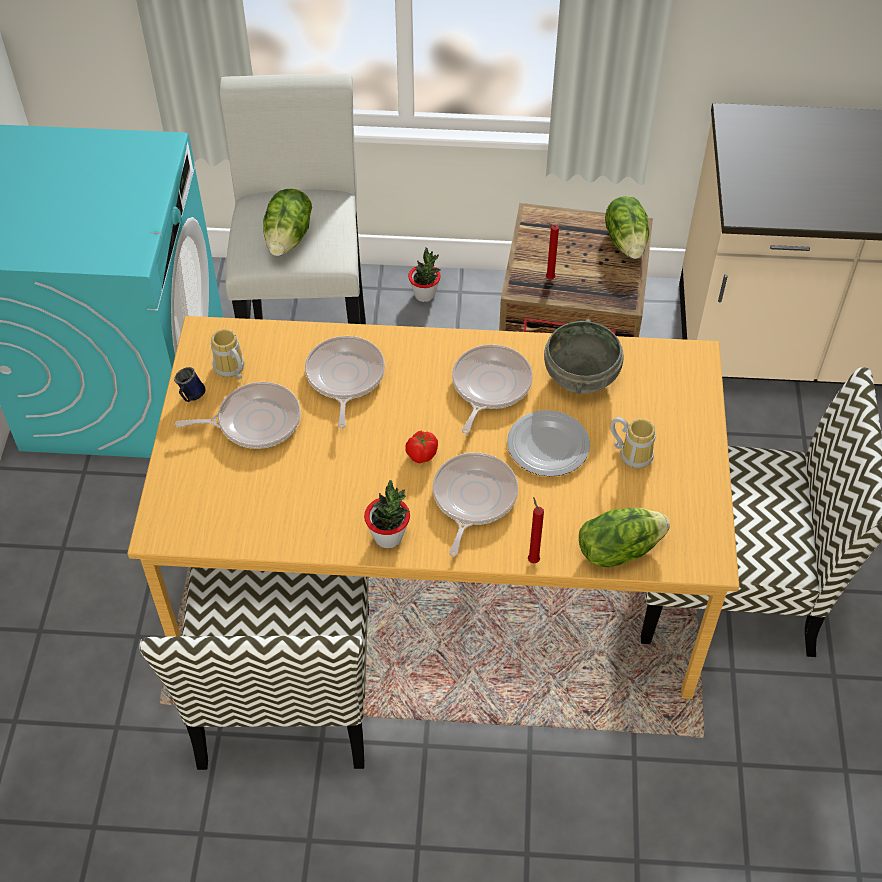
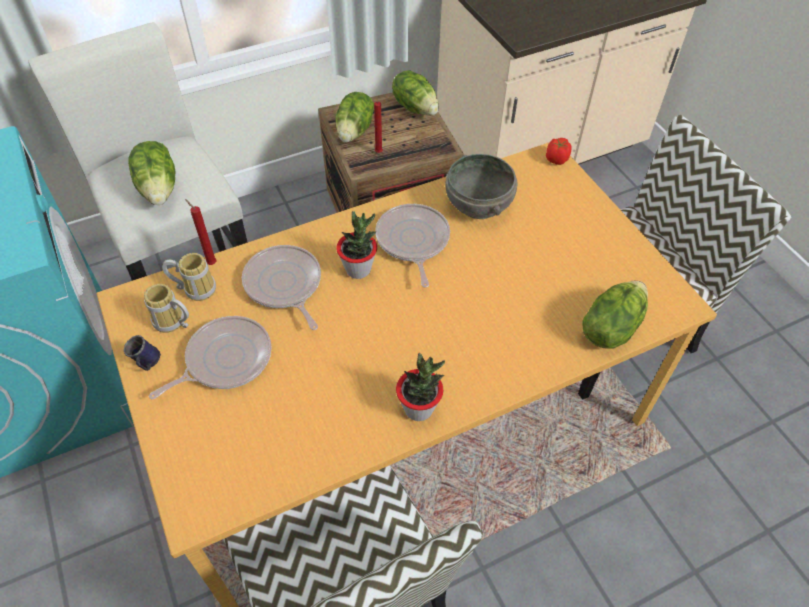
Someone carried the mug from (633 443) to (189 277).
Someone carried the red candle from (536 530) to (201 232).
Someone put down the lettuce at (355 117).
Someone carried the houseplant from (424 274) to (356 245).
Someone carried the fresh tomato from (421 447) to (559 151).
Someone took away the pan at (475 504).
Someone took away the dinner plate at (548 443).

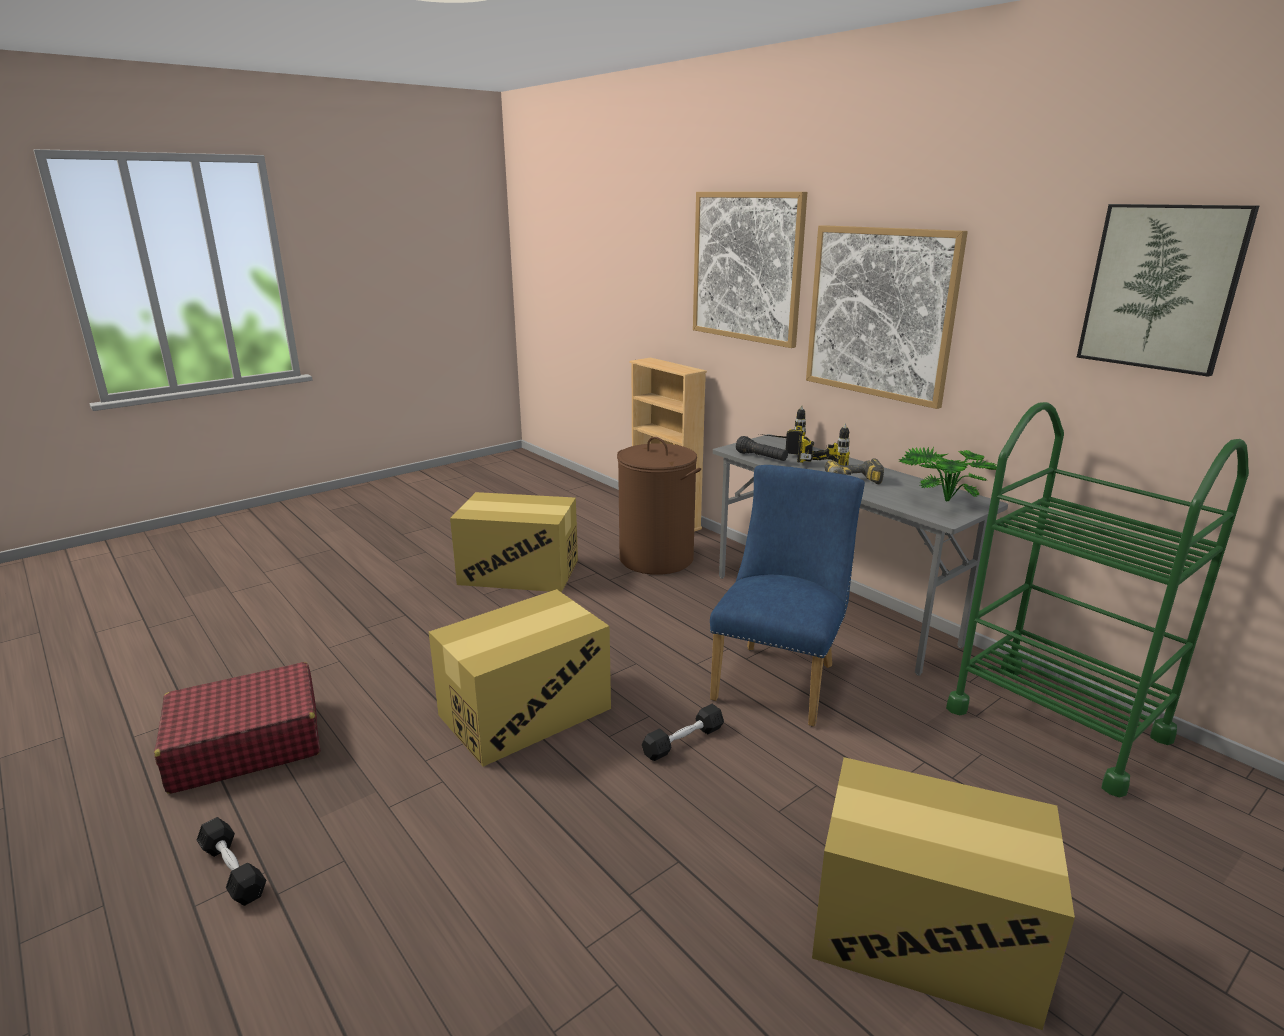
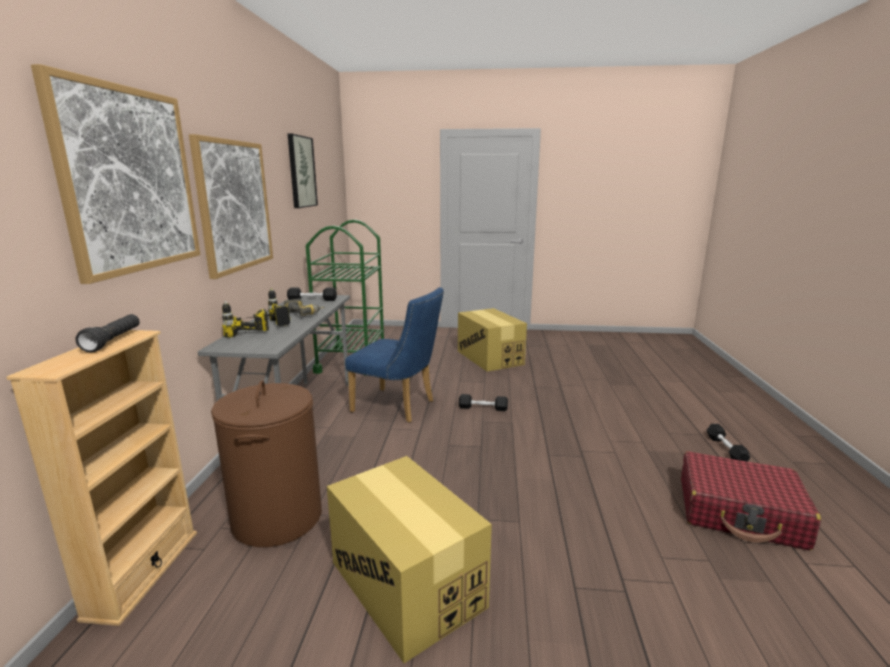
Someone carried the black flashlight from (762 448) to (107 333).
Someone swapped the houseplant at (948 473) for the black free weight at (312 294).
Someone rotated the bluish upright chair at (787 596) by 135 degrees counterclockwise.
Someone took away the cardboard box at (520 678).

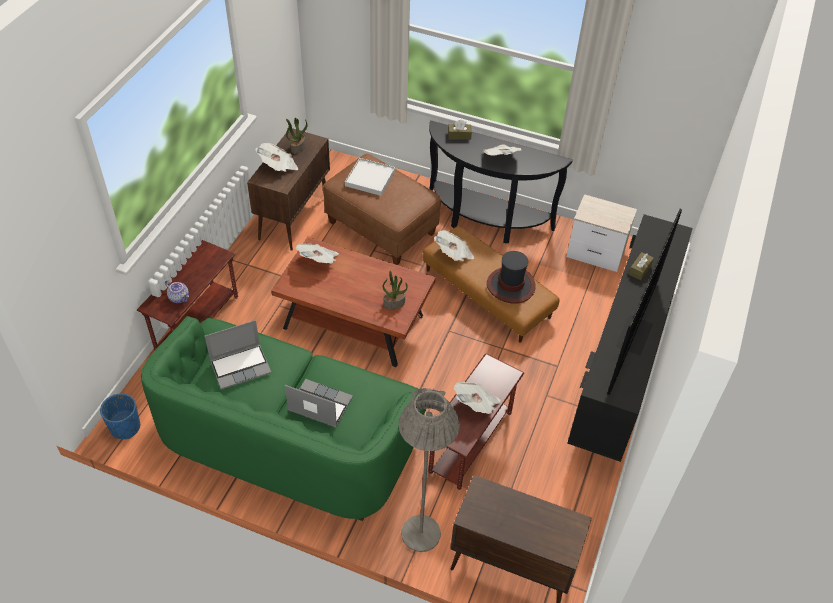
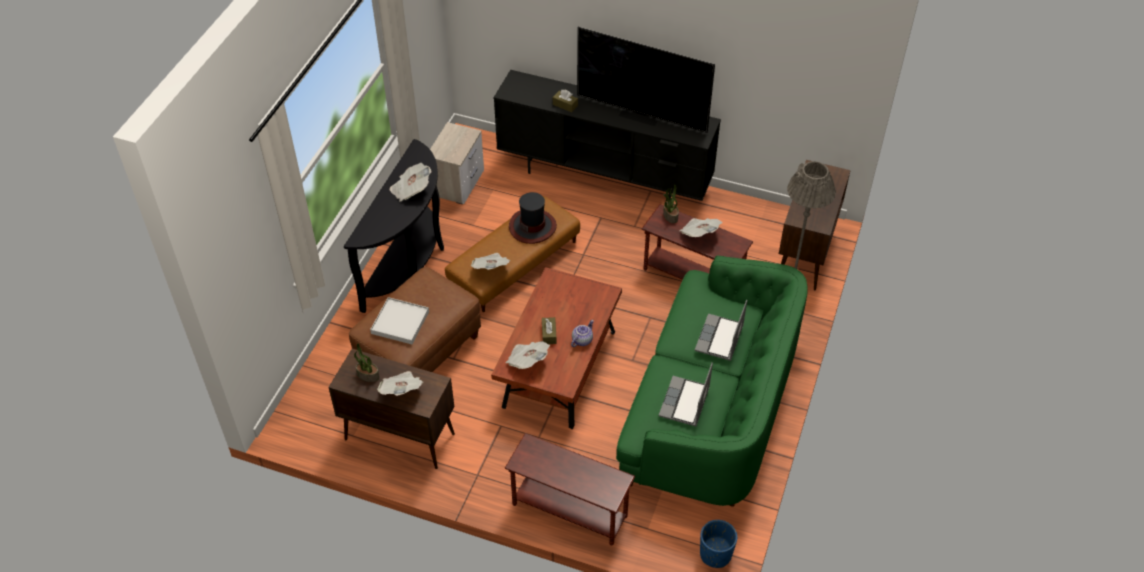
Someone carried the brown tissue box from (460 130) to (549 330).
Someone carried the pot for tea from (177 291) to (582 333).
Someone rotated the notebook computer at (238 355) by 135 degrees counterclockwise.
Someone carried the houseplant from (395 290) to (671 204).

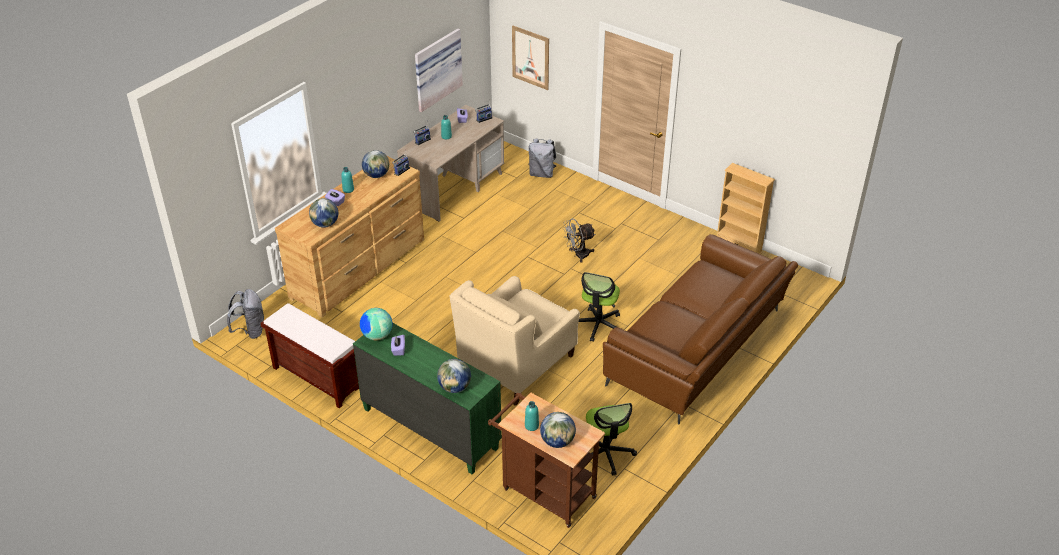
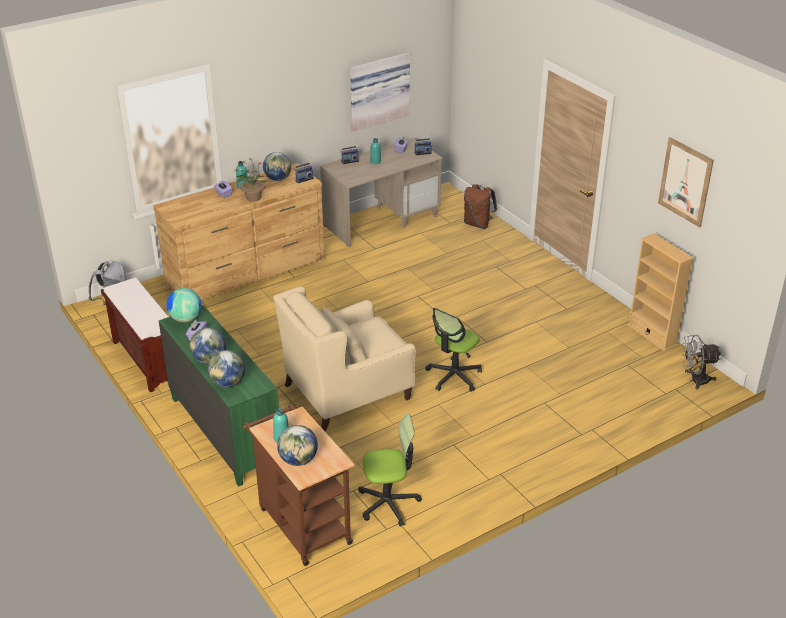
Someone carried the world globe from (323 213) to (208 346).
Someone put down the houseplant at (251 180).
Someone rotated the computer chair at (611 439) by 105 degrees counterclockwise.
Someone repainted the greyish knapsack at (542 158), which became the brown knapsack at (480 206).
Someone carried the wall art from (530 58) to (686 182).
Someone carried the greyish electric fan from (578 240) to (701 361).
Someone took away the brown couch at (700 329).

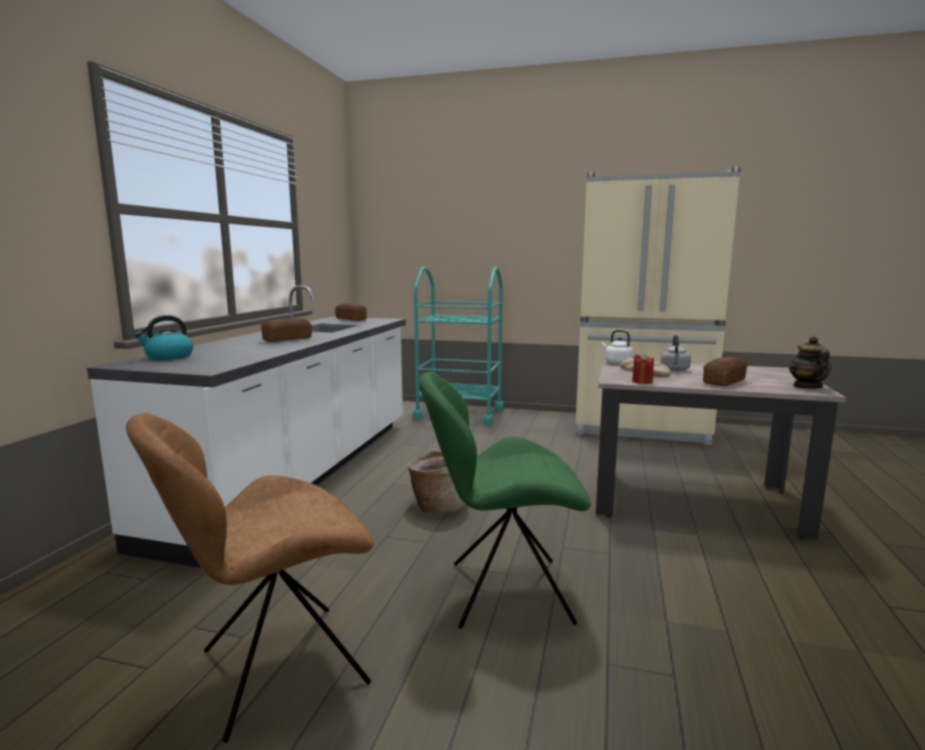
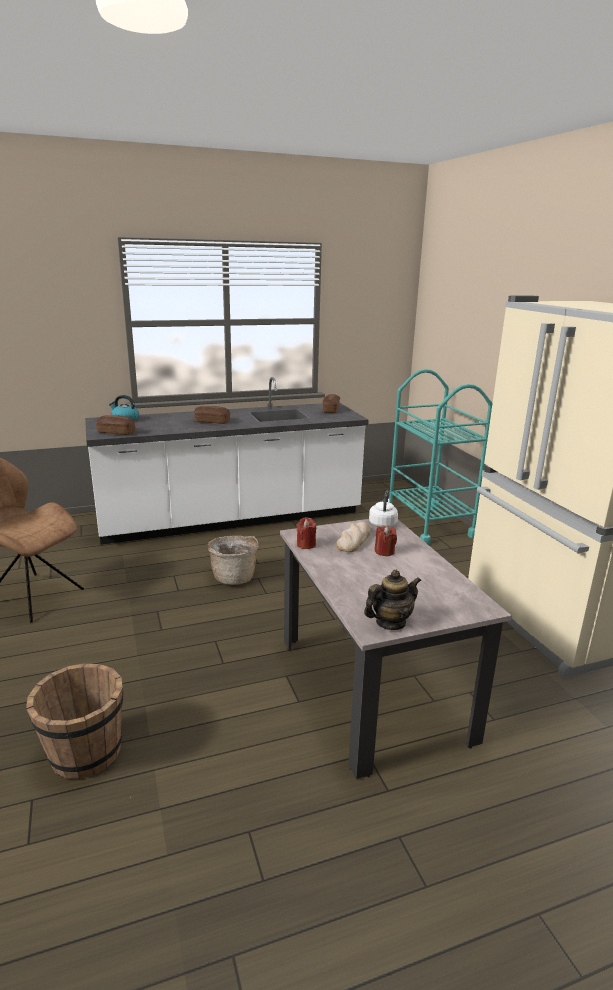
Someone put down the brown pail at (74 721).
Someone carried the bread from (725 371) to (115 425).
Someone swapped the greyish tea kettle at (675 352) for the red candle at (386 541).
Someone took away the green upright chair at (505 500).

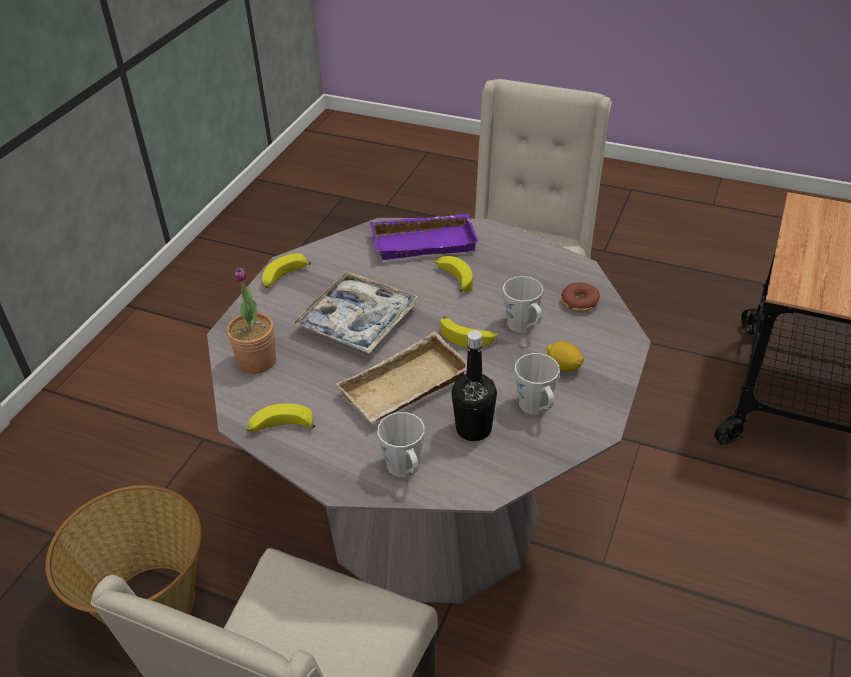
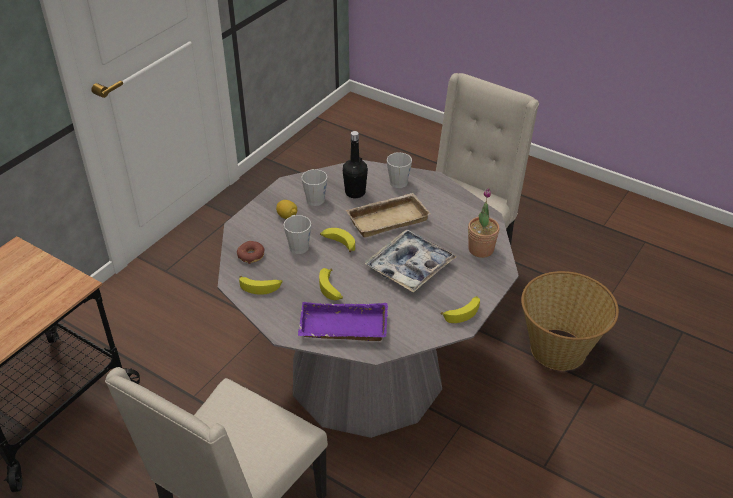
Someone carried the banana from (281 417) to (260 285).

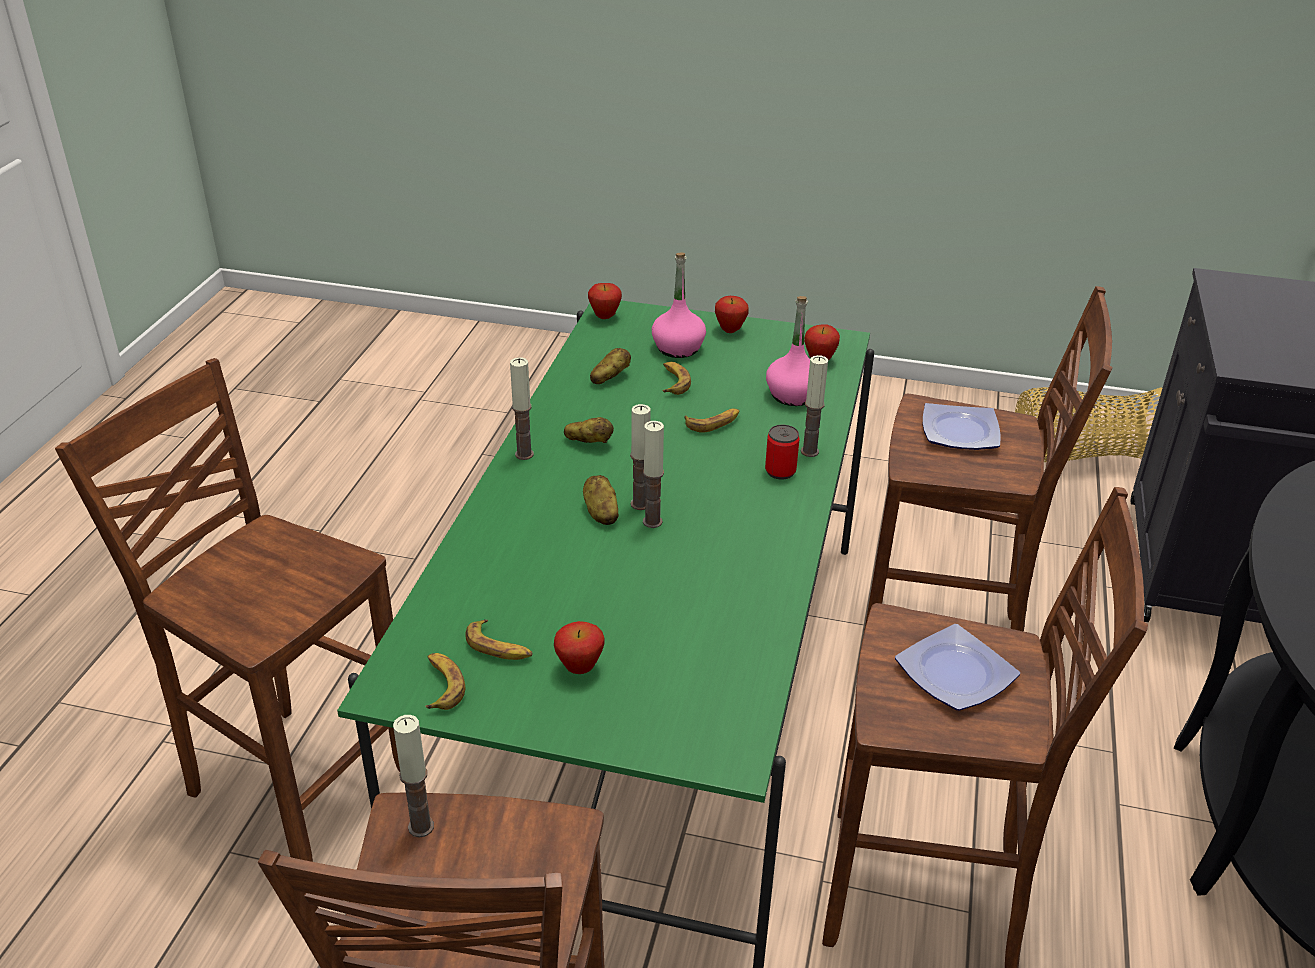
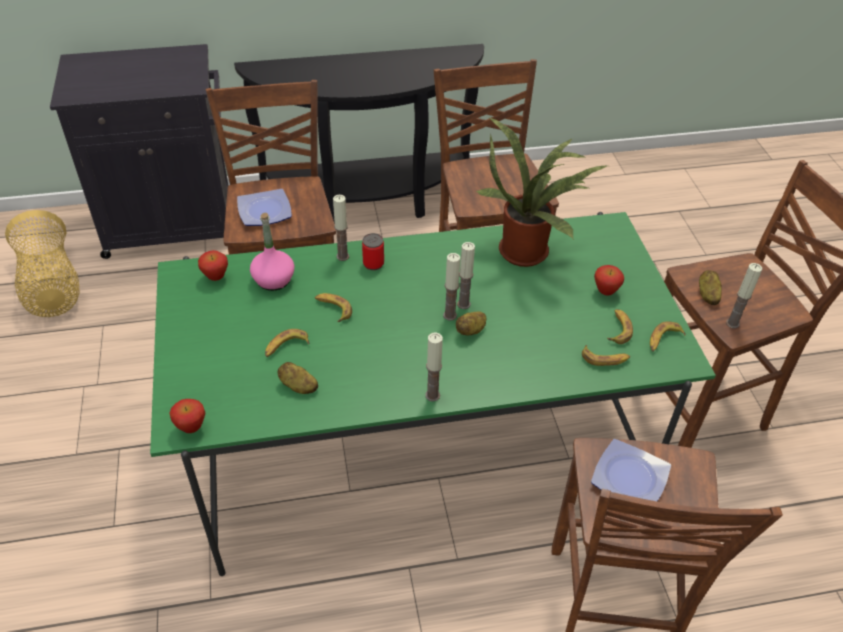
Someone put down the houseplant at (541 192).
Someone put down the banana at (606 355).
Someone carried the dinner plate from (957 667) to (631 470).
Someone carried the whole potato from (589 430) to (710 287).
Someone took away the pink drink bottle at (679 305).
Someone took away the whole apple at (731 314).

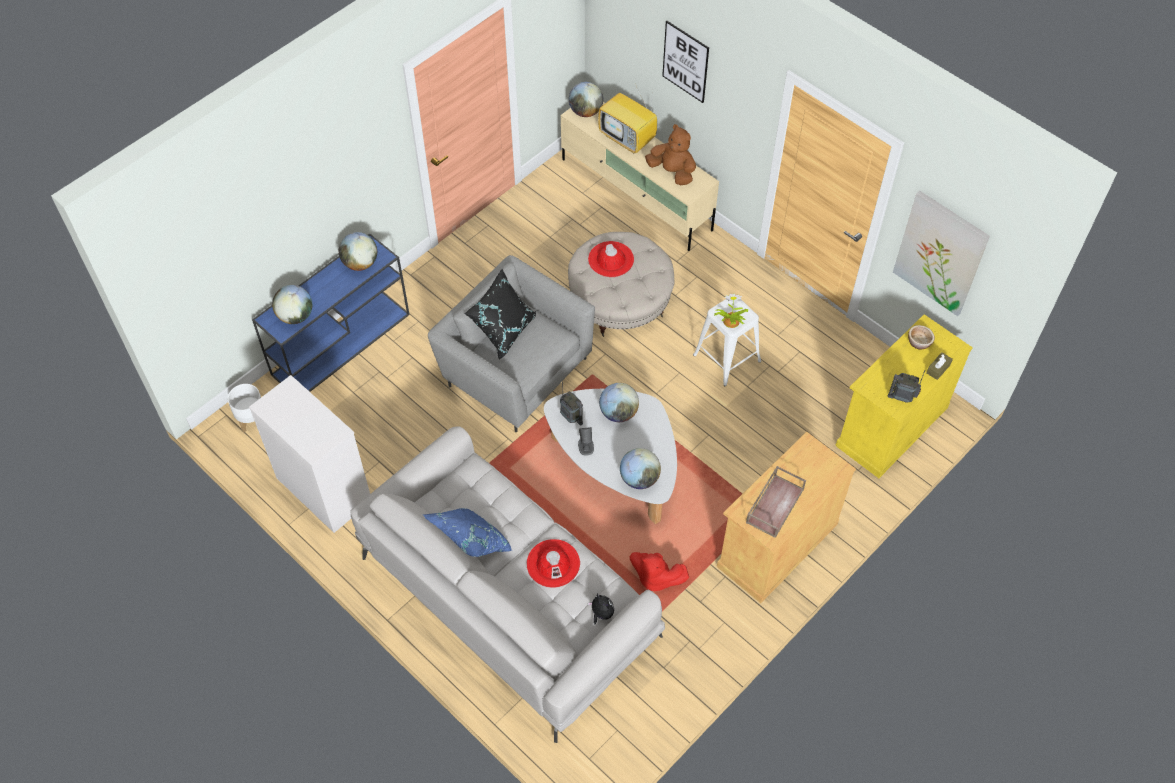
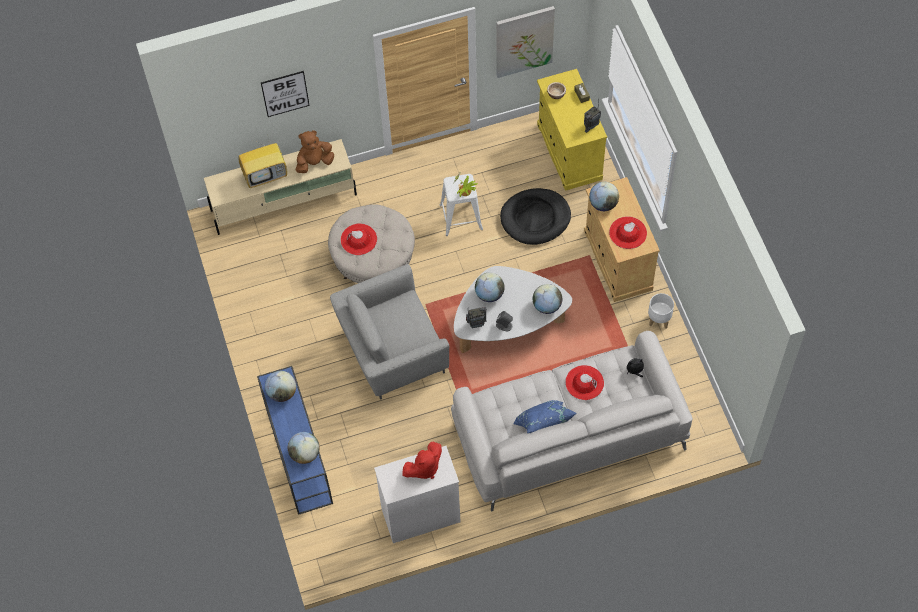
Someone carried the red soft toy from (659 571) to (422 460).
Someone put down the black pet bed at (535 216).
Someone carried the world globe from (586 99) to (604 196).
Someone swapped the brown serving tray at (776 502) for the red wearable hat at (628 232).
Someone carried the white plant pot from (244 408) to (661 310).
Someone took away the black pillow at (500 314).

